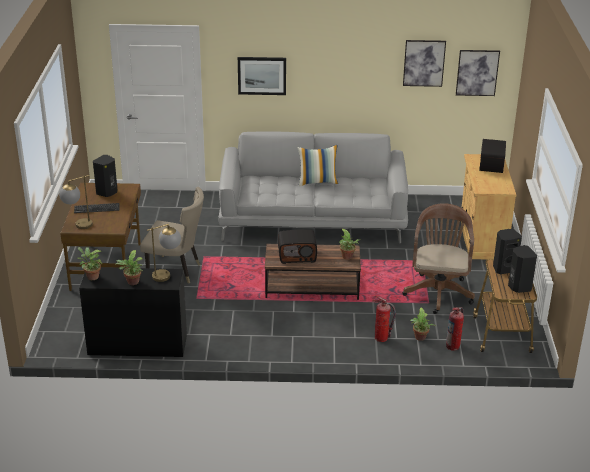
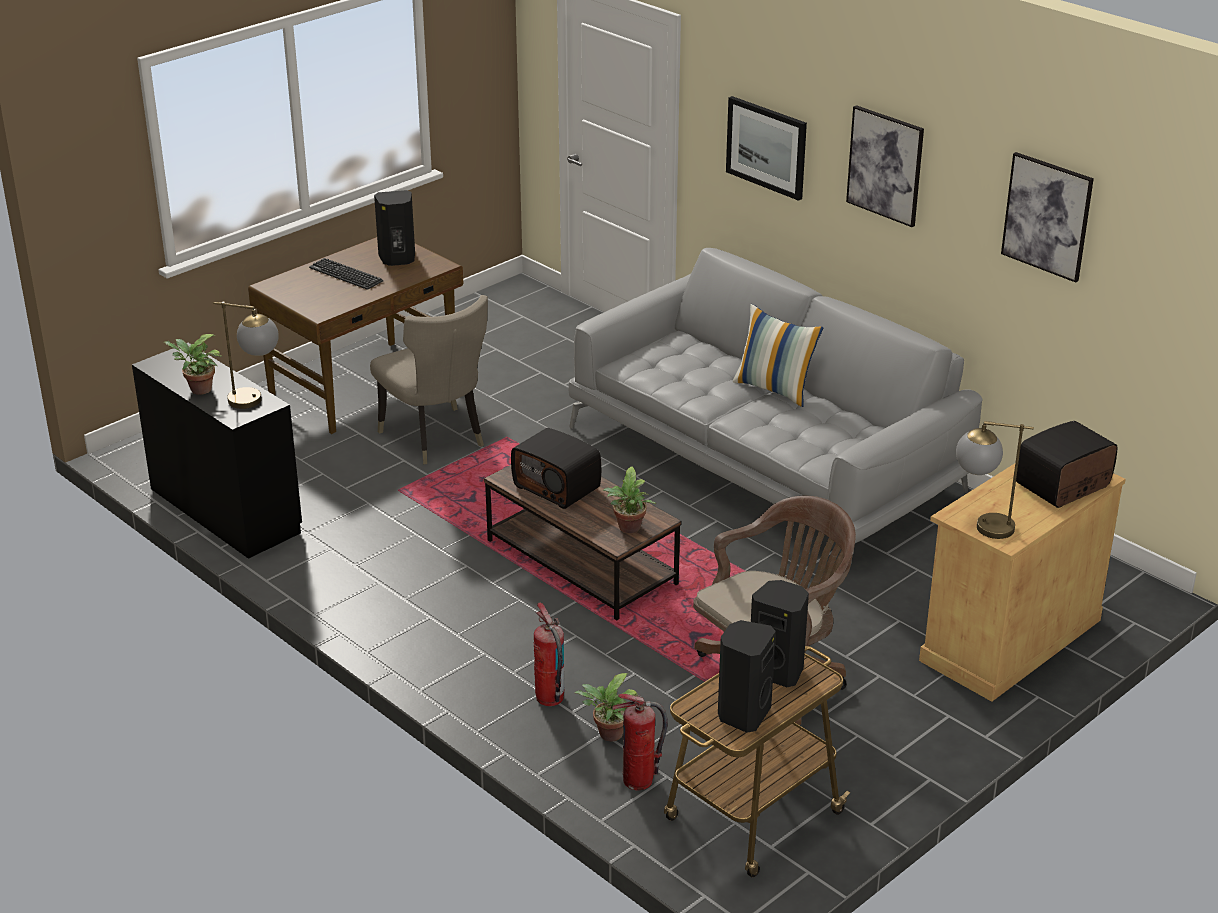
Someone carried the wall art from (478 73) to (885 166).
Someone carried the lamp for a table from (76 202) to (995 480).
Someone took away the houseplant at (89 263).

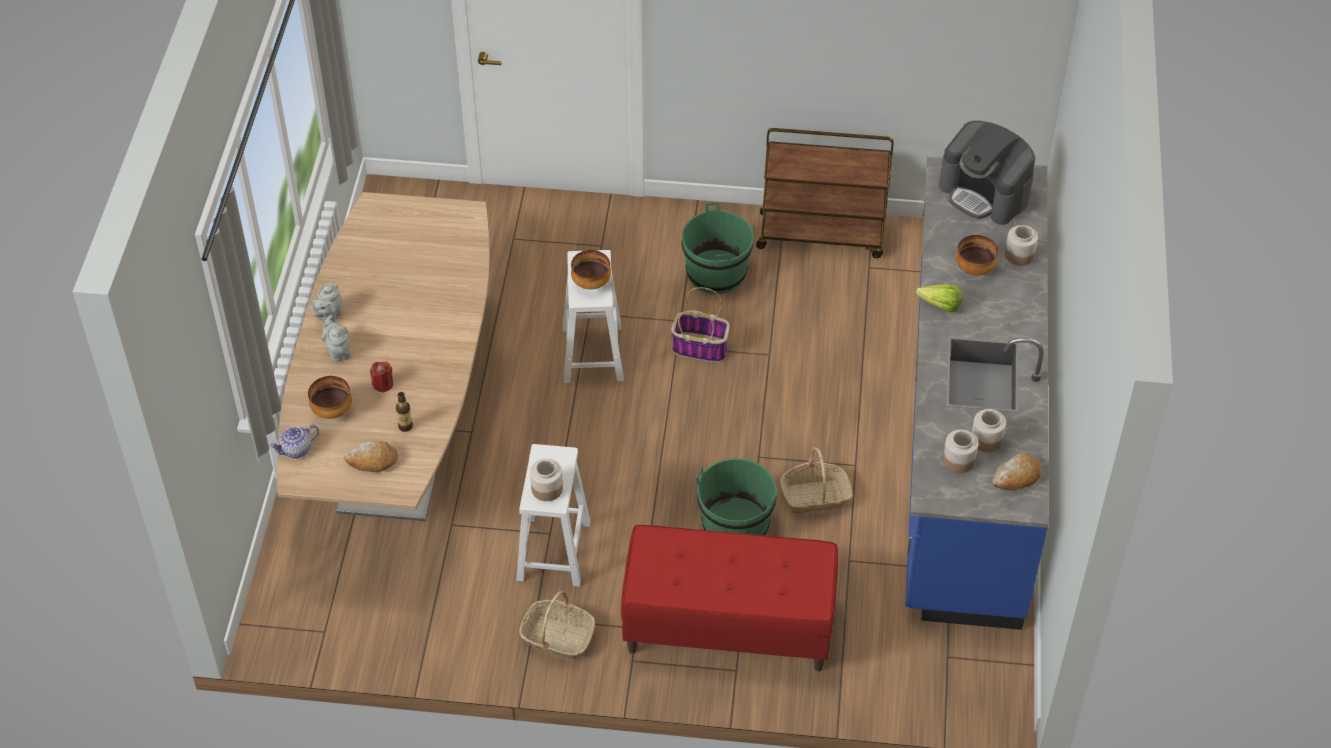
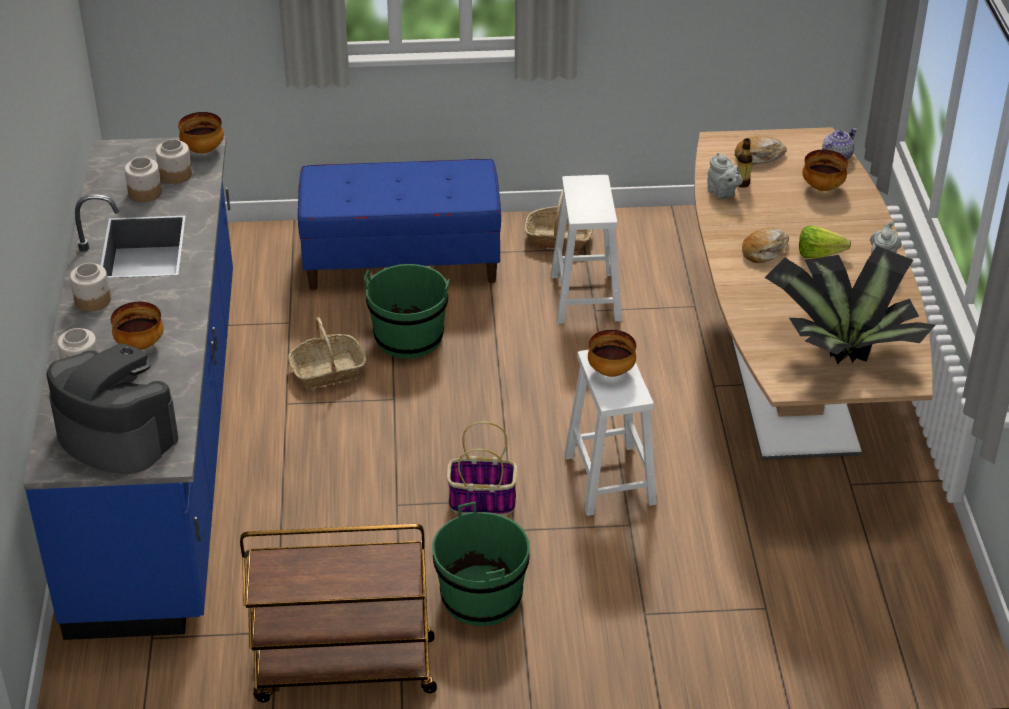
Someone carried the jar from (546 480) to (90 287).
Someone put down the serving bowl at (201 133).
Someone repainted the red indoor bench at (729 598), which became the bluish indoor bench at (399 224).
Someone carried the greyish pot for tea from (336 338) to (725 175).
Someone carried the bread from (1017 471) to (765 245).
Someone put down the houseplant at (849 305).
Someone carried the lettuce from (939 298) to (825 242).
Someone took away the red candle at (381 377).

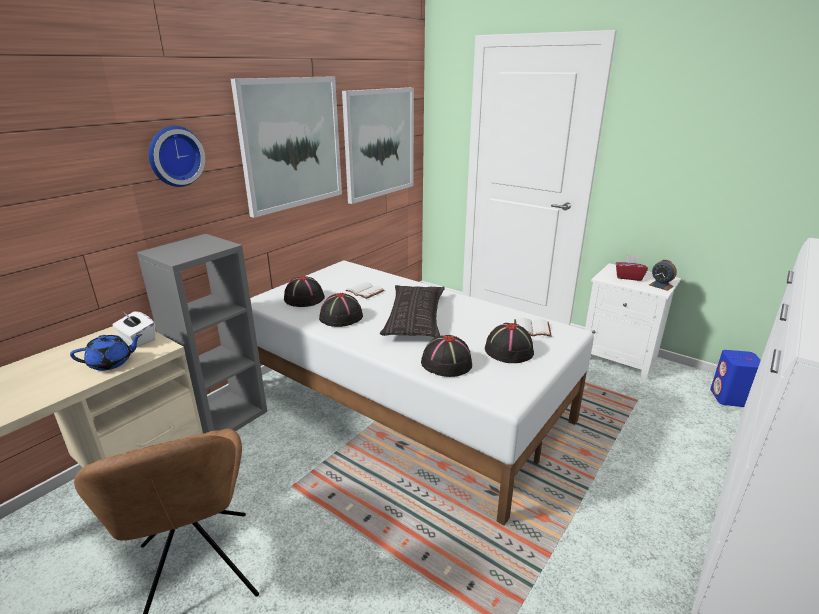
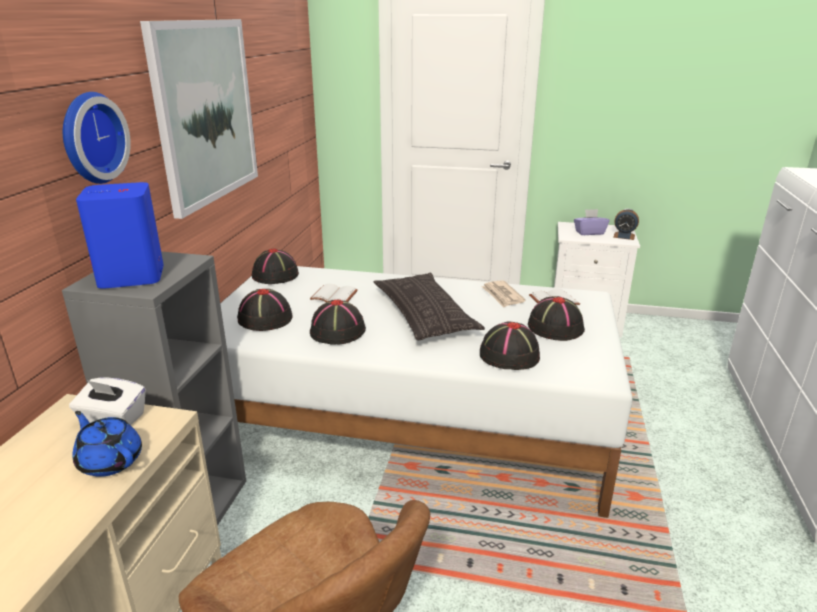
Someone rotated the bluish pot for tea at (106 352) by 90 degrees counterclockwise.
Someone carried the bluish audio speaker from (735 378) to (120 235).
Someone put down the black wearable hat at (275 266).
Someone put down the daily paper at (503 293).
Someone repainted the red tissue box at (632 268), which became the purplish tissue box at (592 222).
Someone took away the wall art at (378 145).

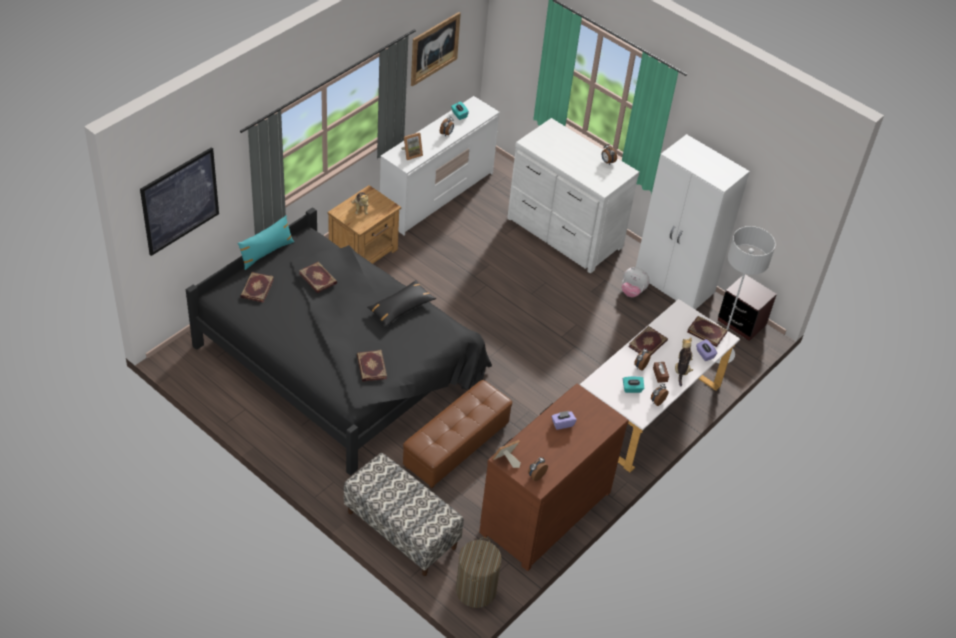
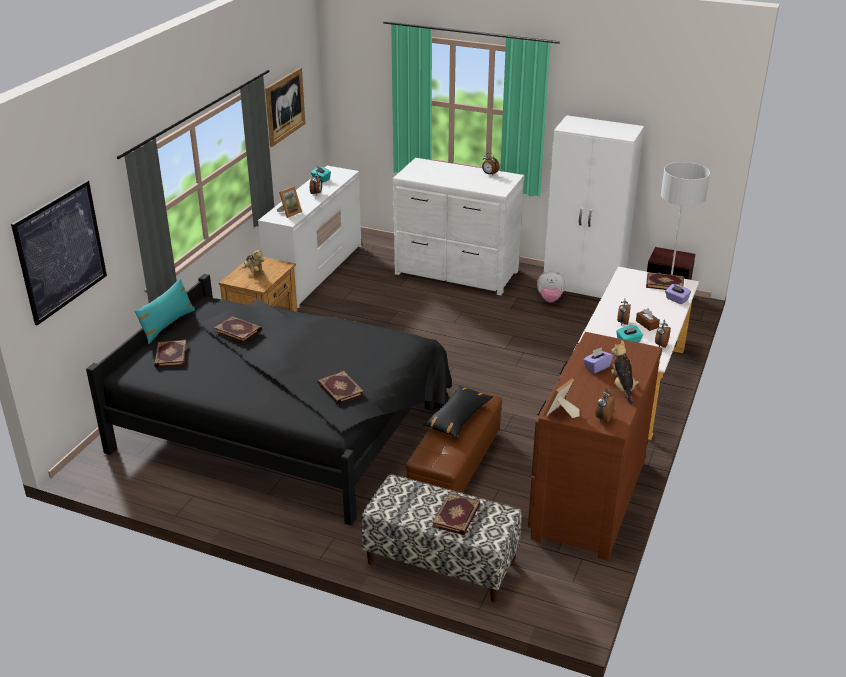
Someone carried the black pillow from (401 303) to (457 411).
Someone carried the volume from (648 340) to (456 514).
Someone carried the soft toy from (684 361) to (625 372).
Someone took away the washing basket at (479 572).

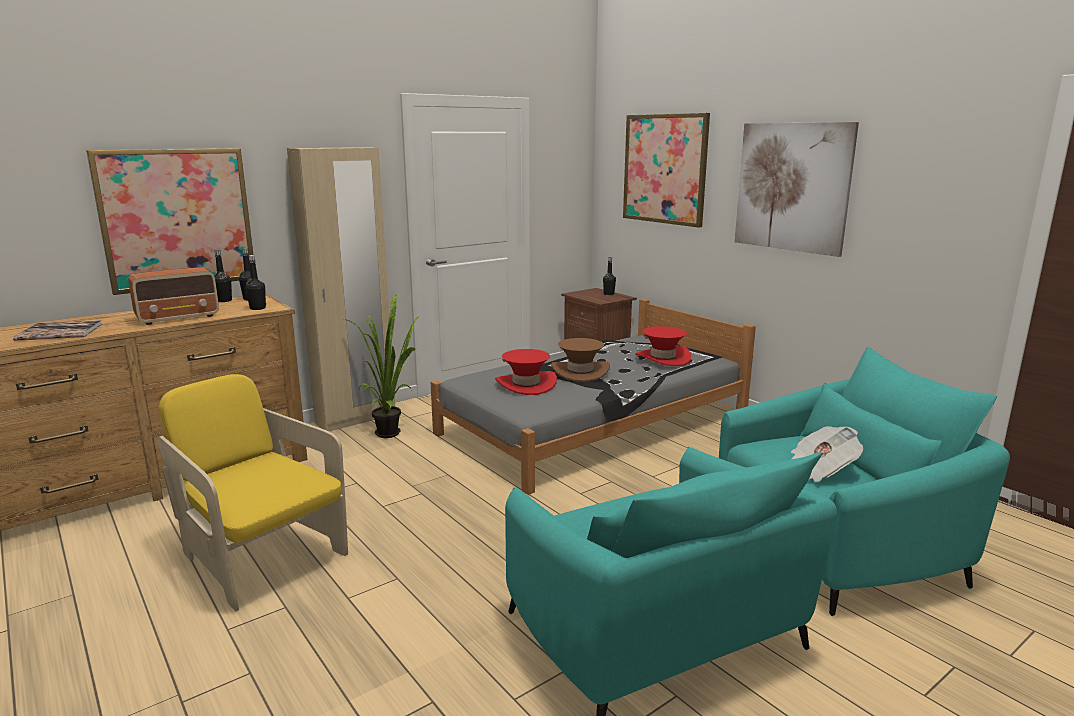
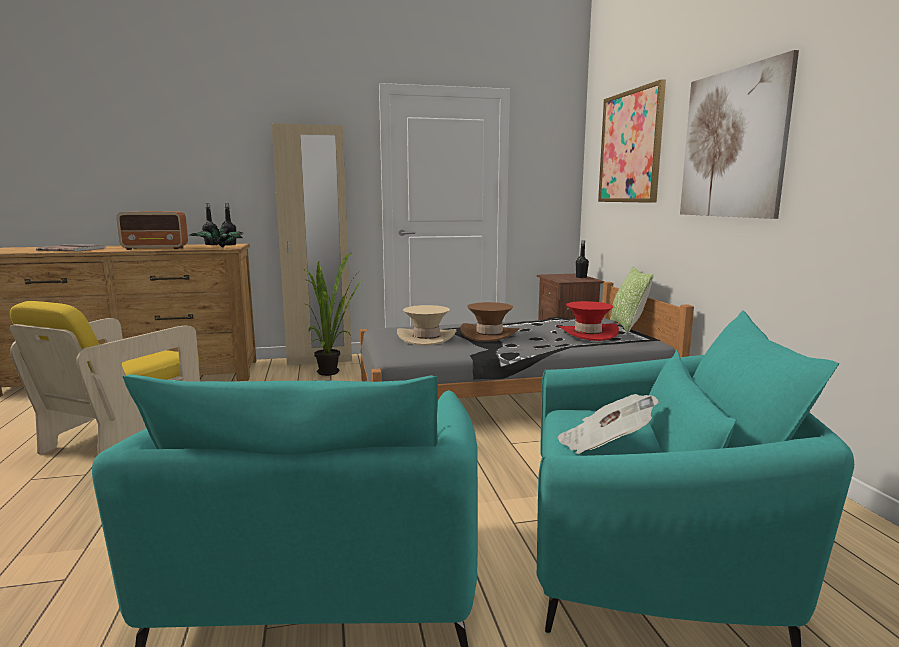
Someone rotated the yellow easy chair at (253 493) by 135 degrees counterclockwise.
Someone swapped the black drink bottle at (255 282) for the houseplant at (216 237).
Someone repainted the red wearable hat at (526 372), which became the beige wearable hat at (426 325).
Someone put down the pillow at (632 299).
Someone took away the wall art at (170 221).

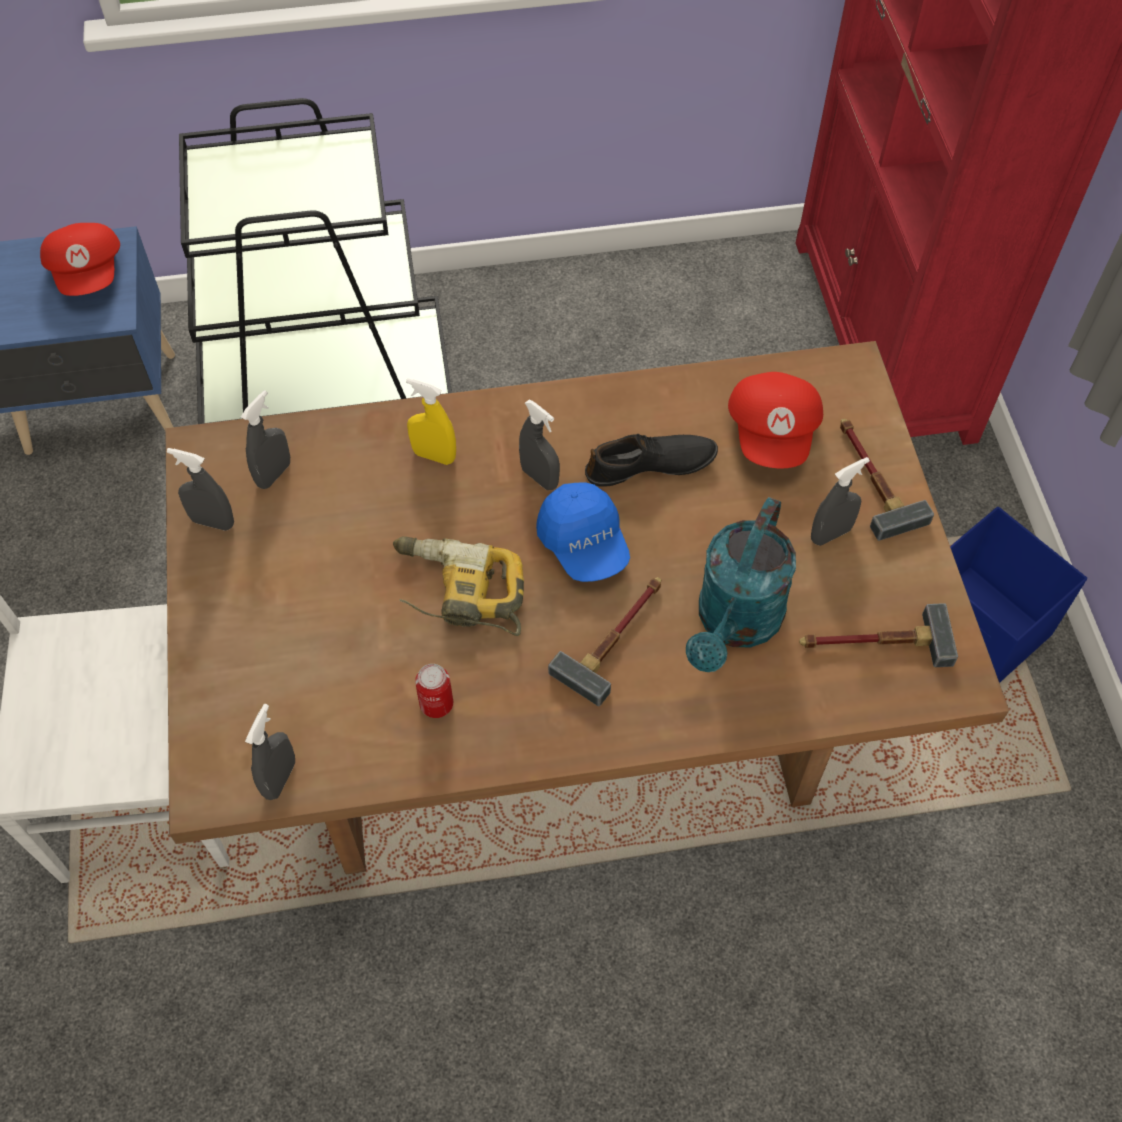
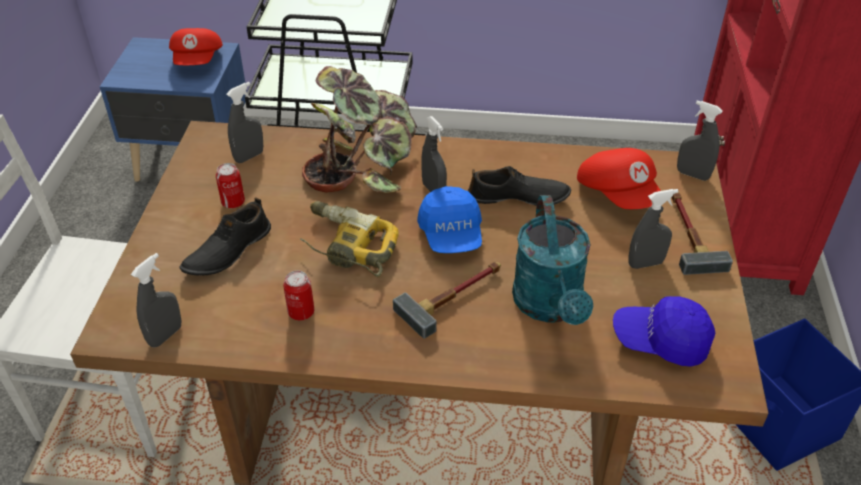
Someone put down the black shoe at (225 236).
Someone put down the metal can at (230 185).
Someone swapped the yellow hand sprayer at (431 421) for the houseplant at (359 129).
Someone rotated the turquoise-coloured watering pot at (741 584) by 45 degrees counterclockwise.
Someone rotated the red cap at (775 420) by 45 degrees counterclockwise.
Someone swapped the tool hammer at (878 635) for the bluish cap at (664 331).
Someone carried the greyish hand sprayer from (200 489) to (700 140).

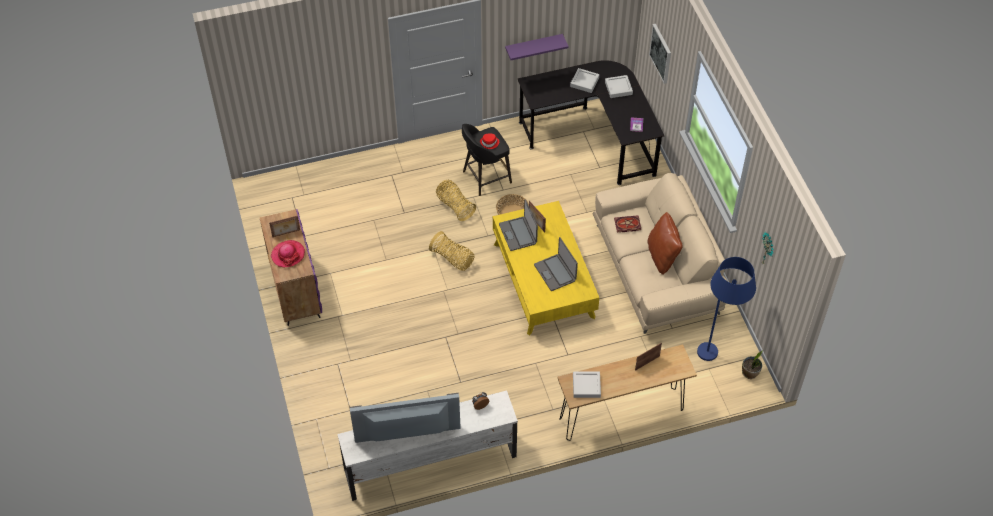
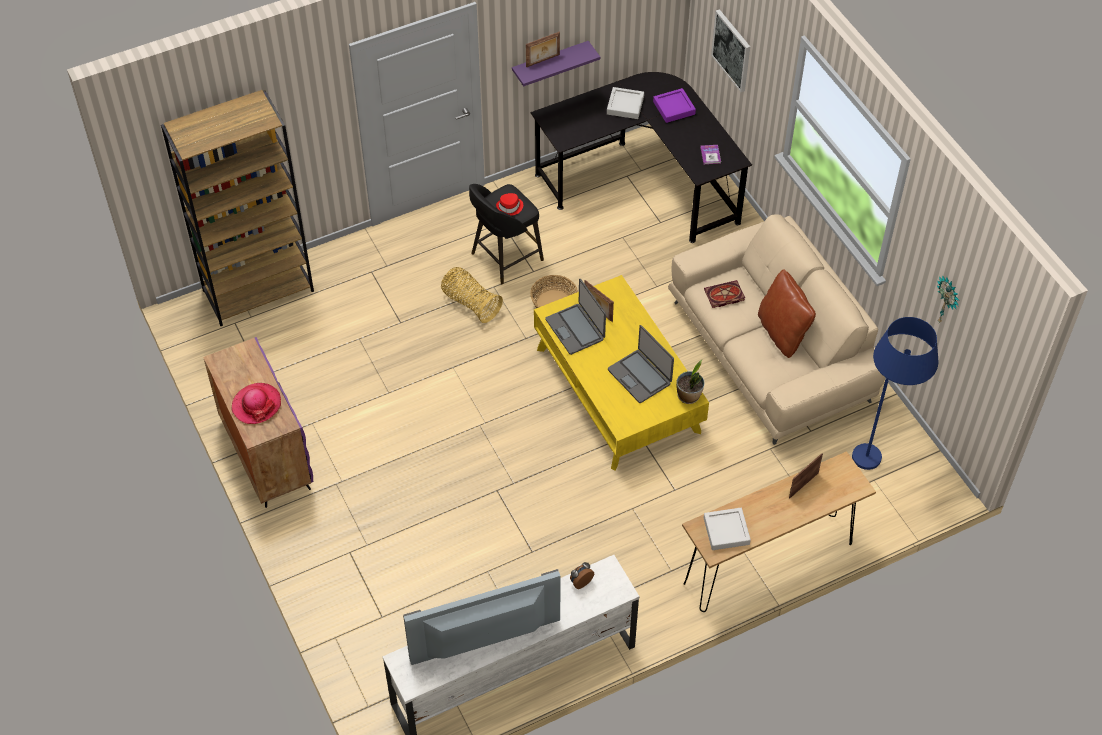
Someone put down the brown bookshelf at (237 208).
Someone carried the picture frame from (284 226) to (543 49).
Someone repainted the greyish serving tray at (619 86), which became the purplish serving tray at (674 105).
Someone carried the houseplant from (752 365) to (690 382).
Someone took away the household basket at (451 251).

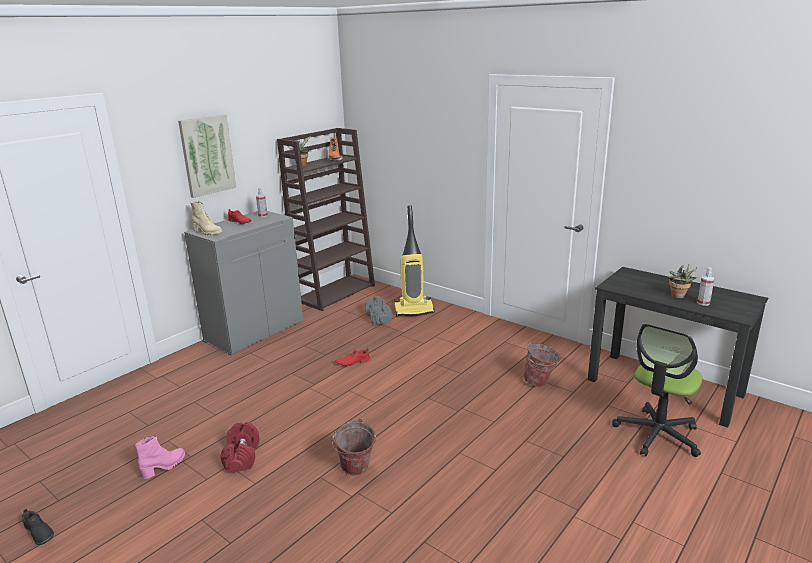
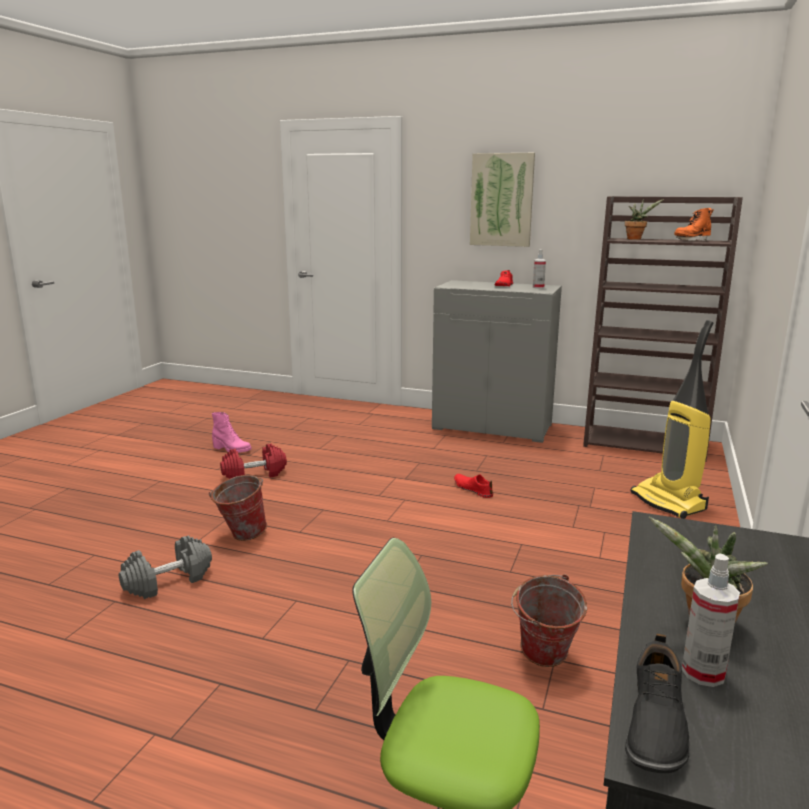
Someone carried the greyish free weight from (378 310) to (165 567).
Someone carried the black shoe from (38 527) to (657 703).
Someone took away the beige tall boot at (206 218).

